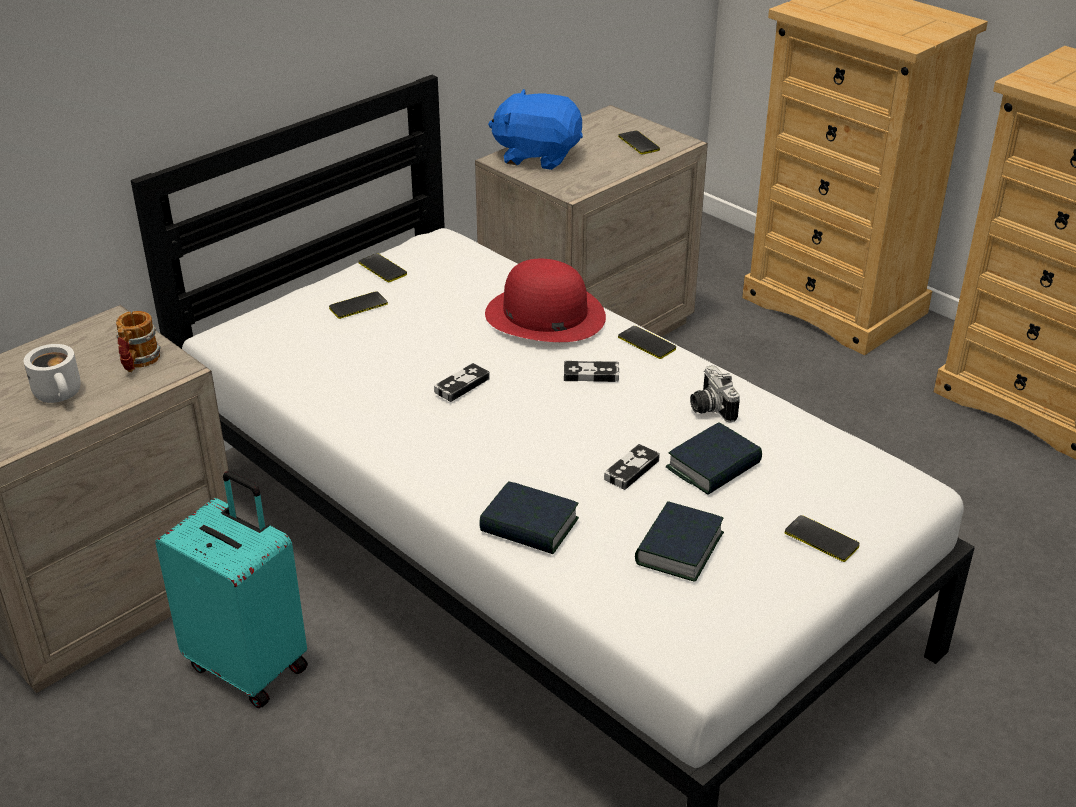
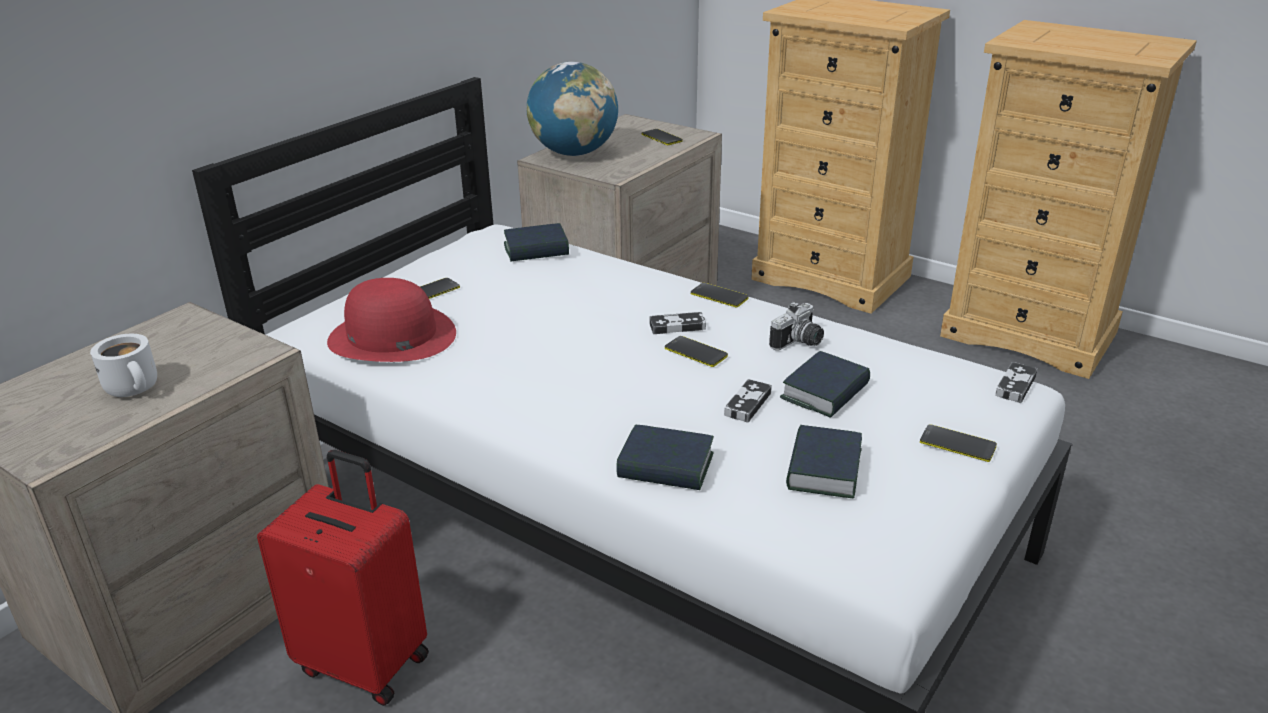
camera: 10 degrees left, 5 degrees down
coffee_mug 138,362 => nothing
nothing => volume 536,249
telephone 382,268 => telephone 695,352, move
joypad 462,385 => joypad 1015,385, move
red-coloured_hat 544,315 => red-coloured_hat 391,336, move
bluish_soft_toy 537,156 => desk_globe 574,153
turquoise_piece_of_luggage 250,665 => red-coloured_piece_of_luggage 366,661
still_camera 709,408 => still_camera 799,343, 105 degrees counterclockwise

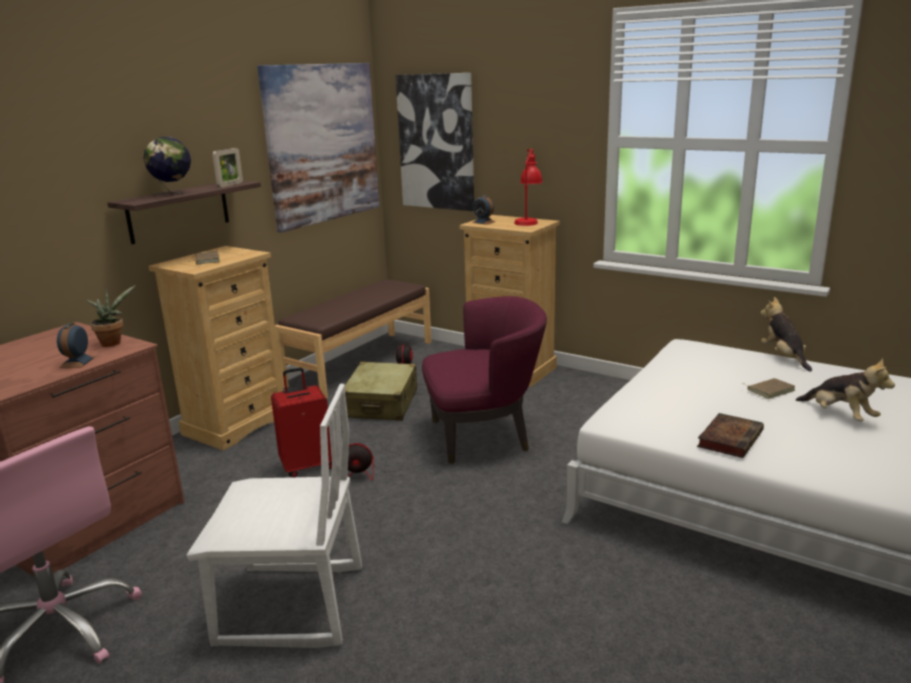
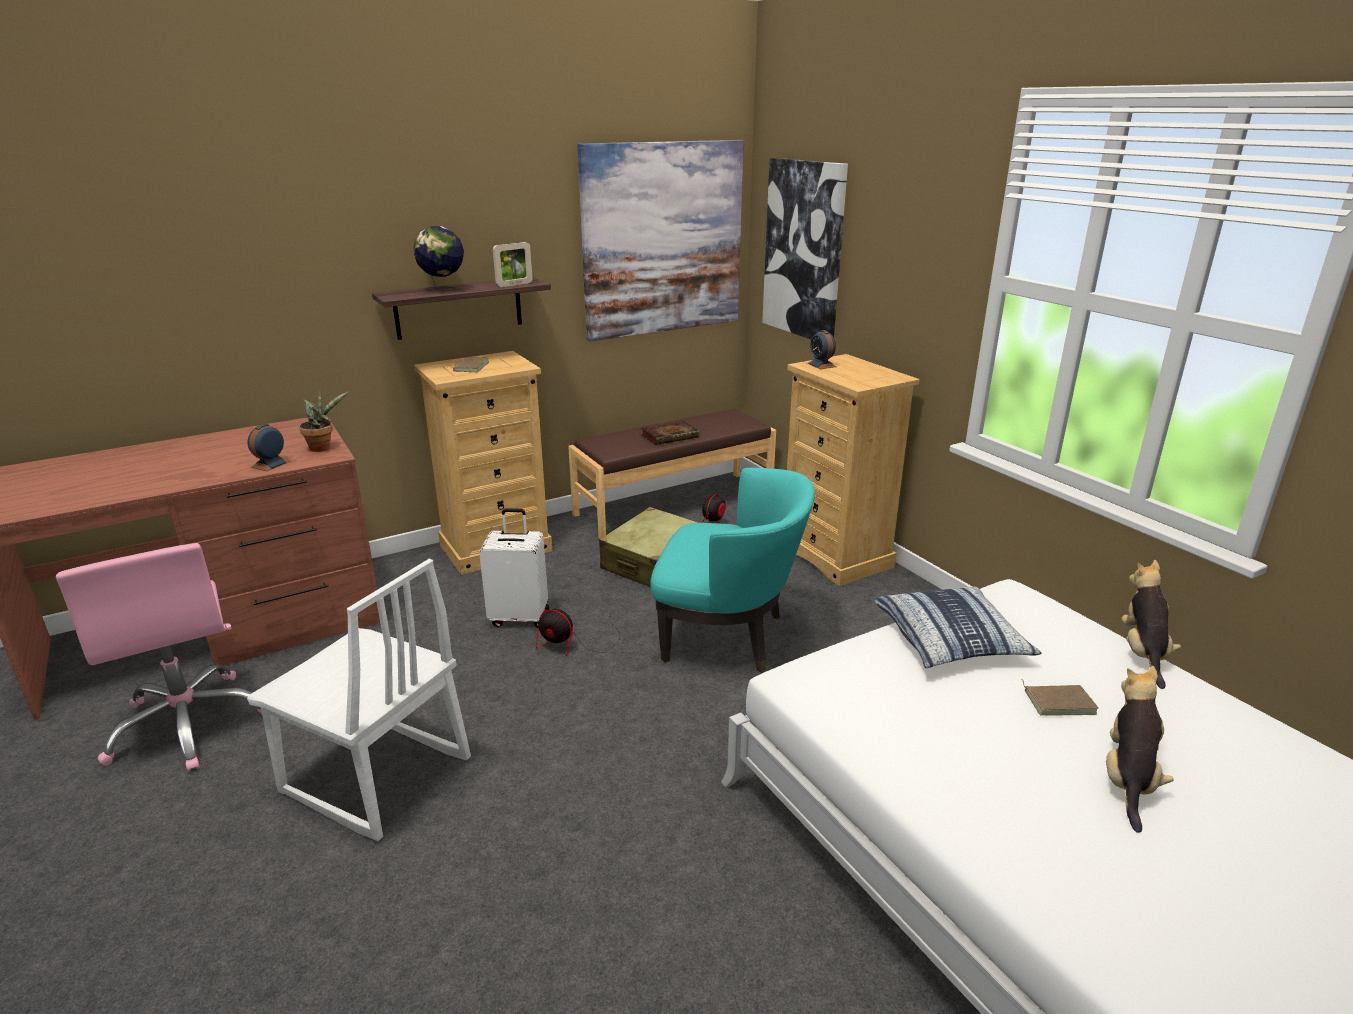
camera: 25 degrees right, 5 degrees up
red-coloured_table_lamp 528,221 => nothing
nothing => throw_pillow 950,640
volume 730,438 => volume 671,436, move
red-coloured_piece_of_luggage 307,466 => white_piece_of_luggage 520,617
purple_easy_chair 484,436 => turquoise_easy_chair 729,637
soft_toy 840,416 => soft_toy 1128,779, 150 degrees counterclockwise

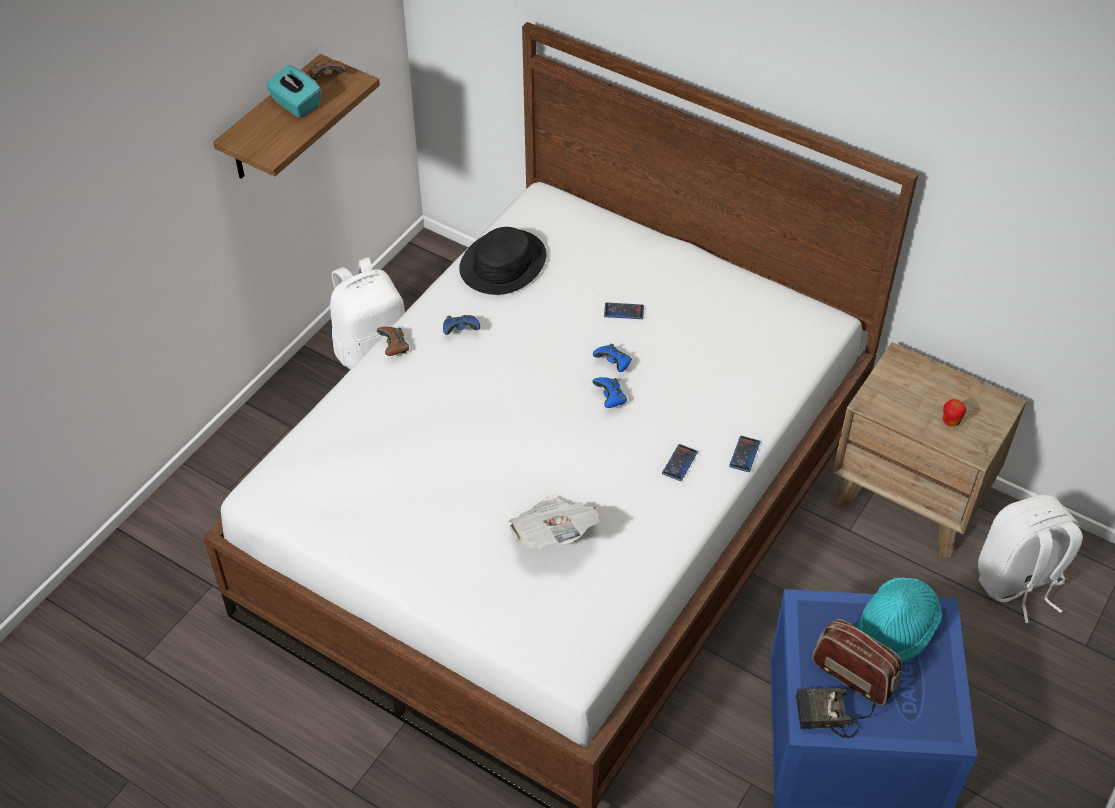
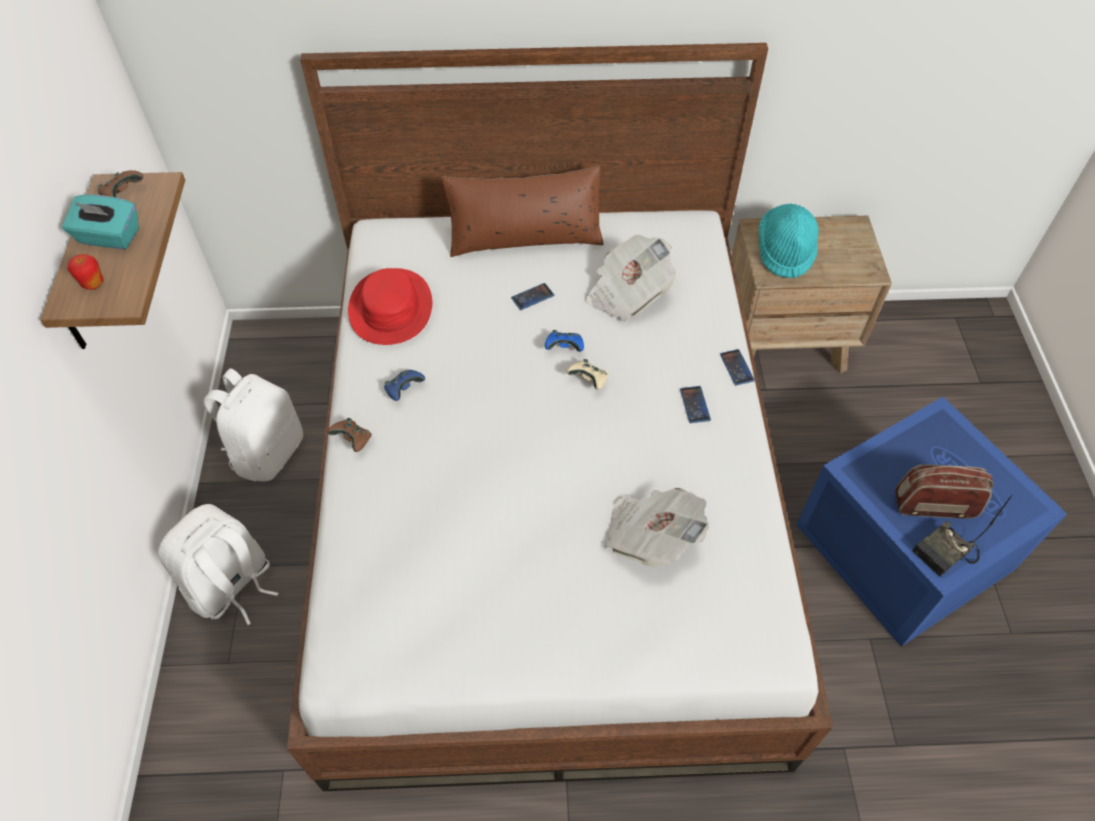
camera: 35 degrees left, 5 degrees up
nothing => brown-coloured_throw_pillow 525,237
nothing => newspaper 627,293
turquoise_hat 895,630 => turquoise_hat 785,251, move
apple 950,421 => apple 93,284, move
white_knapsack 1018,582 => white_knapsack 231,586, move
black-coloured_hat 502,263 => red-coloured_hat 390,308
bluish_joypad 610,399 => beige-coloured_joypad 589,380

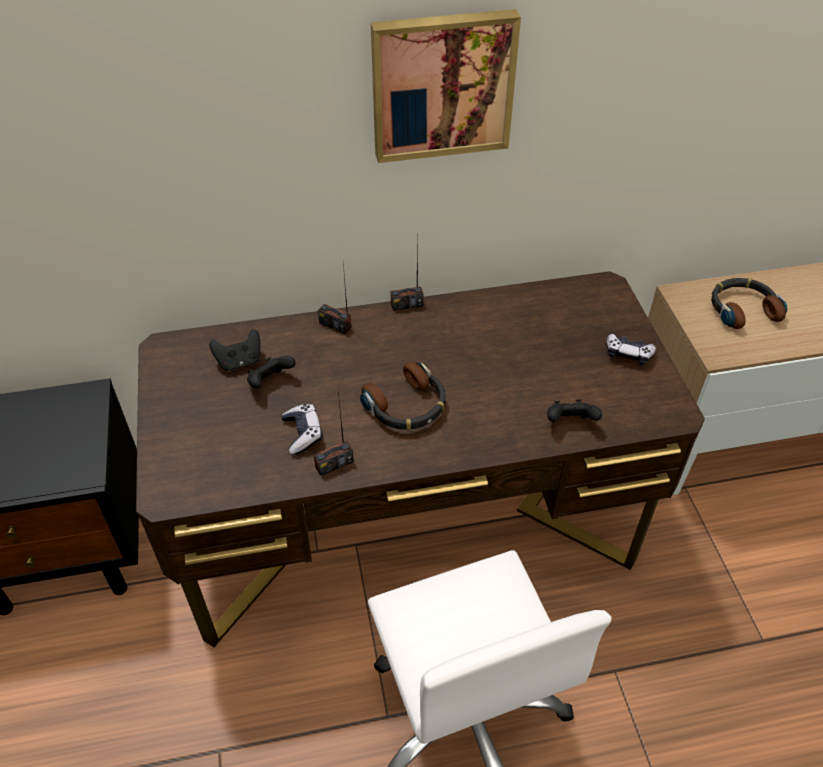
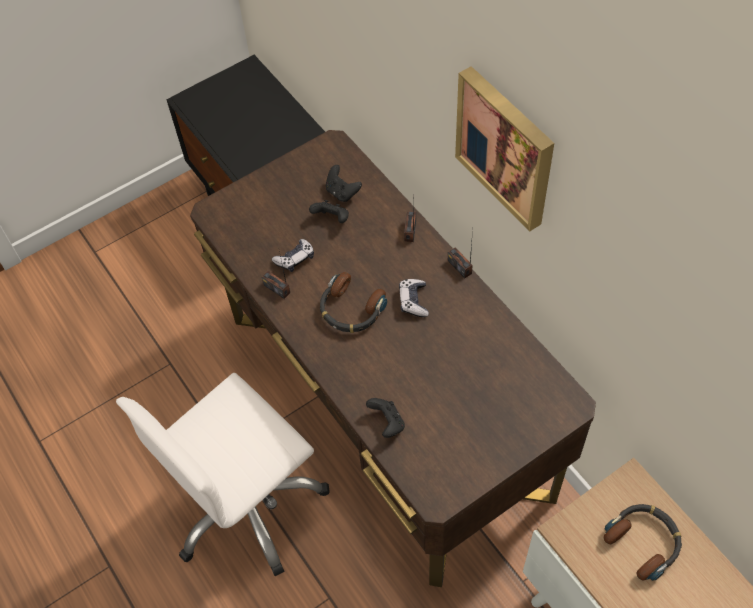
camera: 70 degrees right, 10 degrees up
joypad 628,354 => joypad 413,301, move

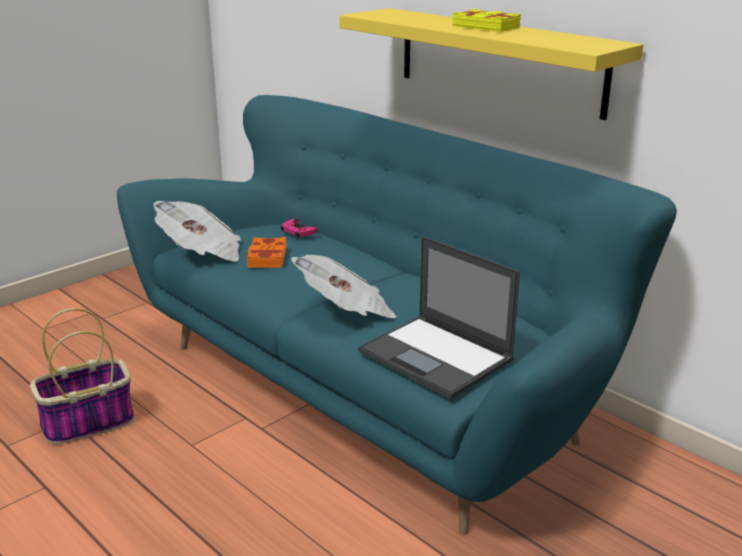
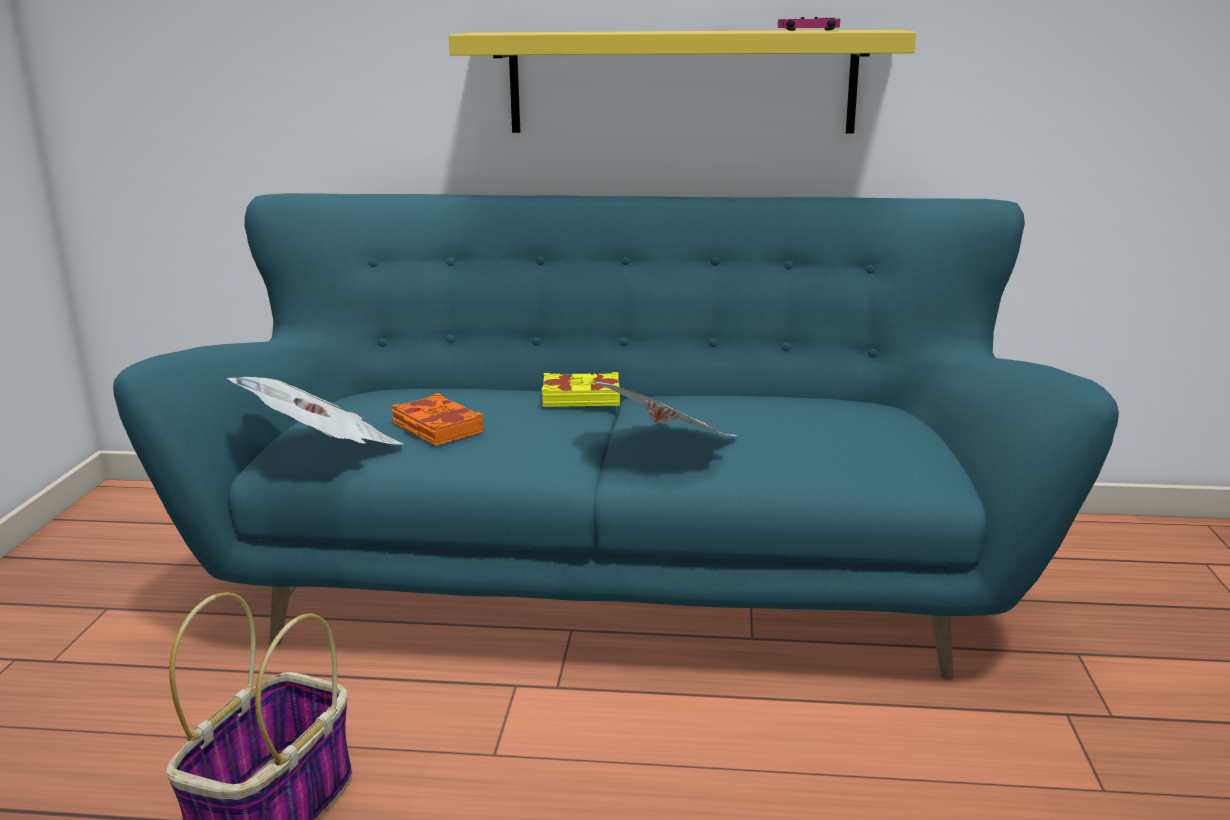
camera: 40 degrees left, 5 degrees down
portable_computer 437,356 => nothing
pink_joypad 298,231 => pink_joypad 809,30, move
yellow-coloured_volume 486,27 => yellow-coloured_volume 581,397, move

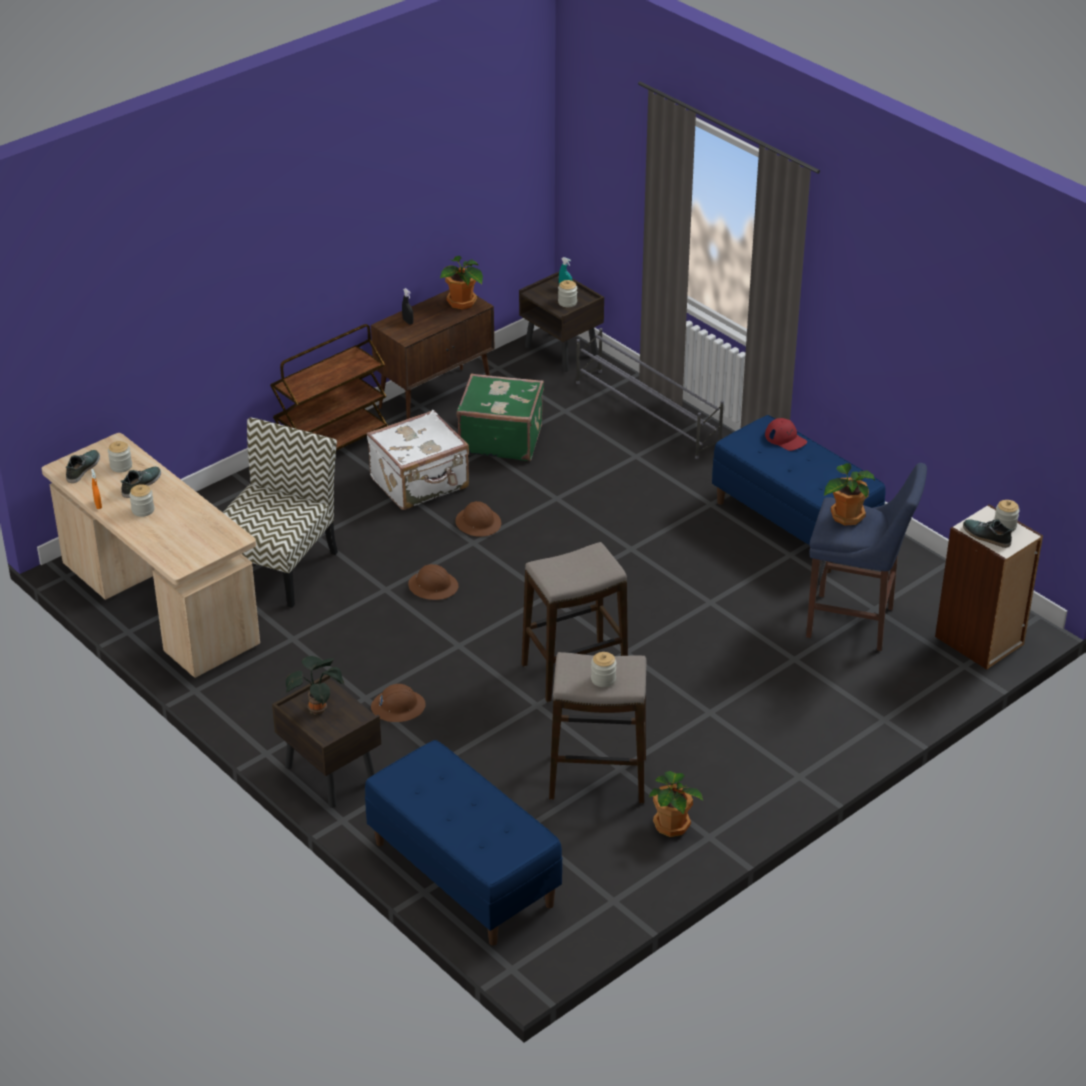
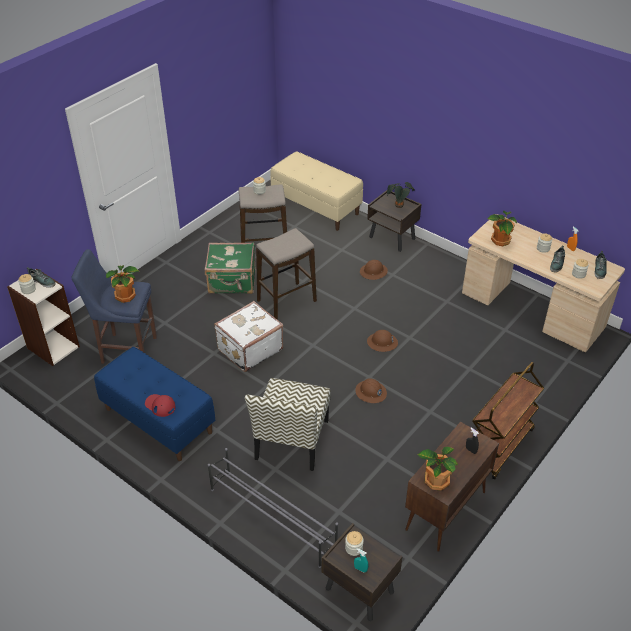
camera: 170 degrees right, 5 degrees up
plain_chair 278,567 => plain_chair 292,441, move
white_piece_of_luggage 420,484 => white_piece_of_luggage 249,349, move
greenish_piece_of_luggage 500,438 => greenish_piece_of_luggage 232,282, move
houseplant 672,824 => houseplant 500,241, move
bluish_long_seat 462,874 => beige-coloured_long_seat 316,207

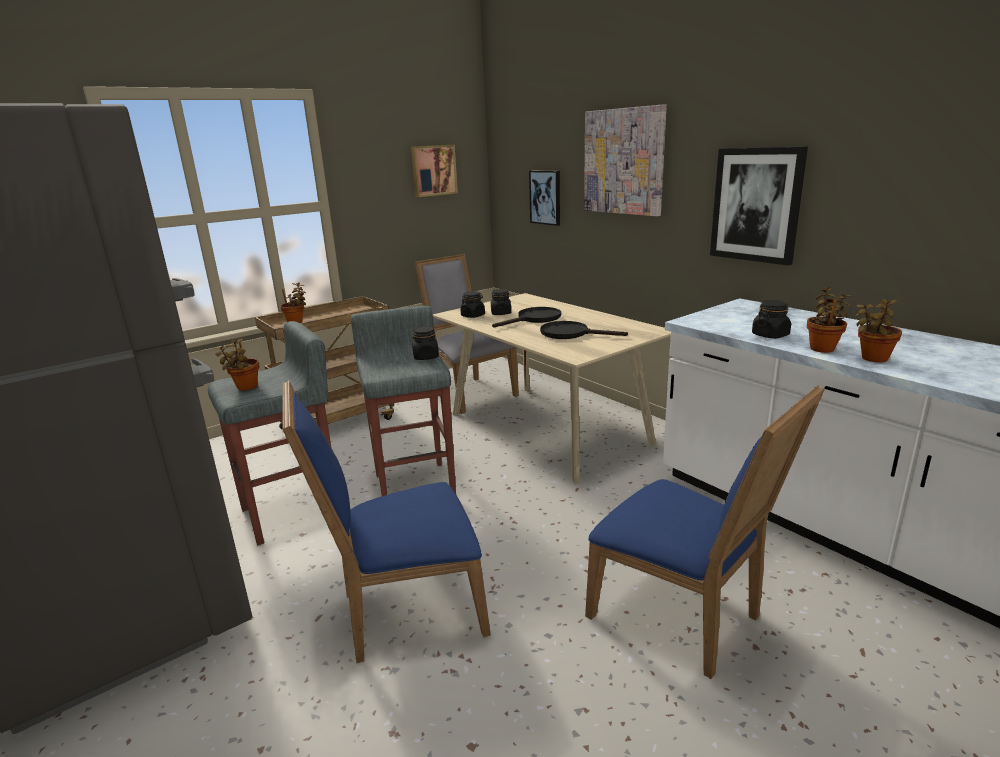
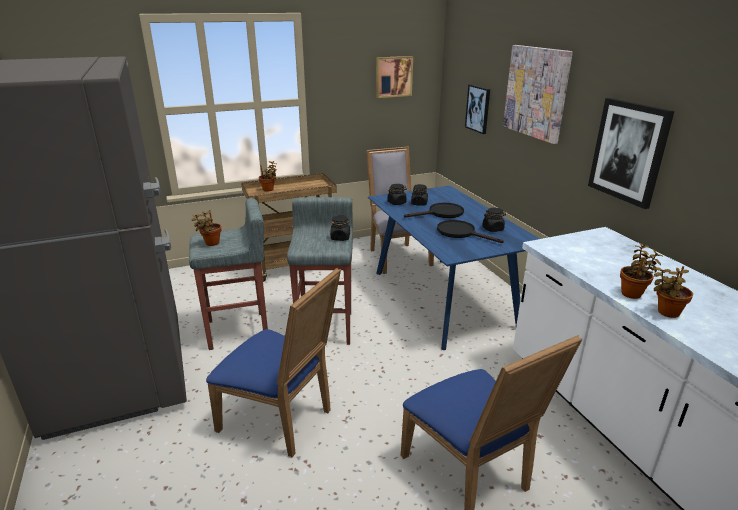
camera: 15 degrees right, 5 degrees up
black-coloured_storage_jar 770,335 => black-coloured_storage_jar 493,229, move
beige-coloured_kitchen_table 549,428 => bluish_kitchen_table 443,299
bluish_plain_chair 404,611 => bluish_plain_chair 281,420, 150 degrees counterclockwise

